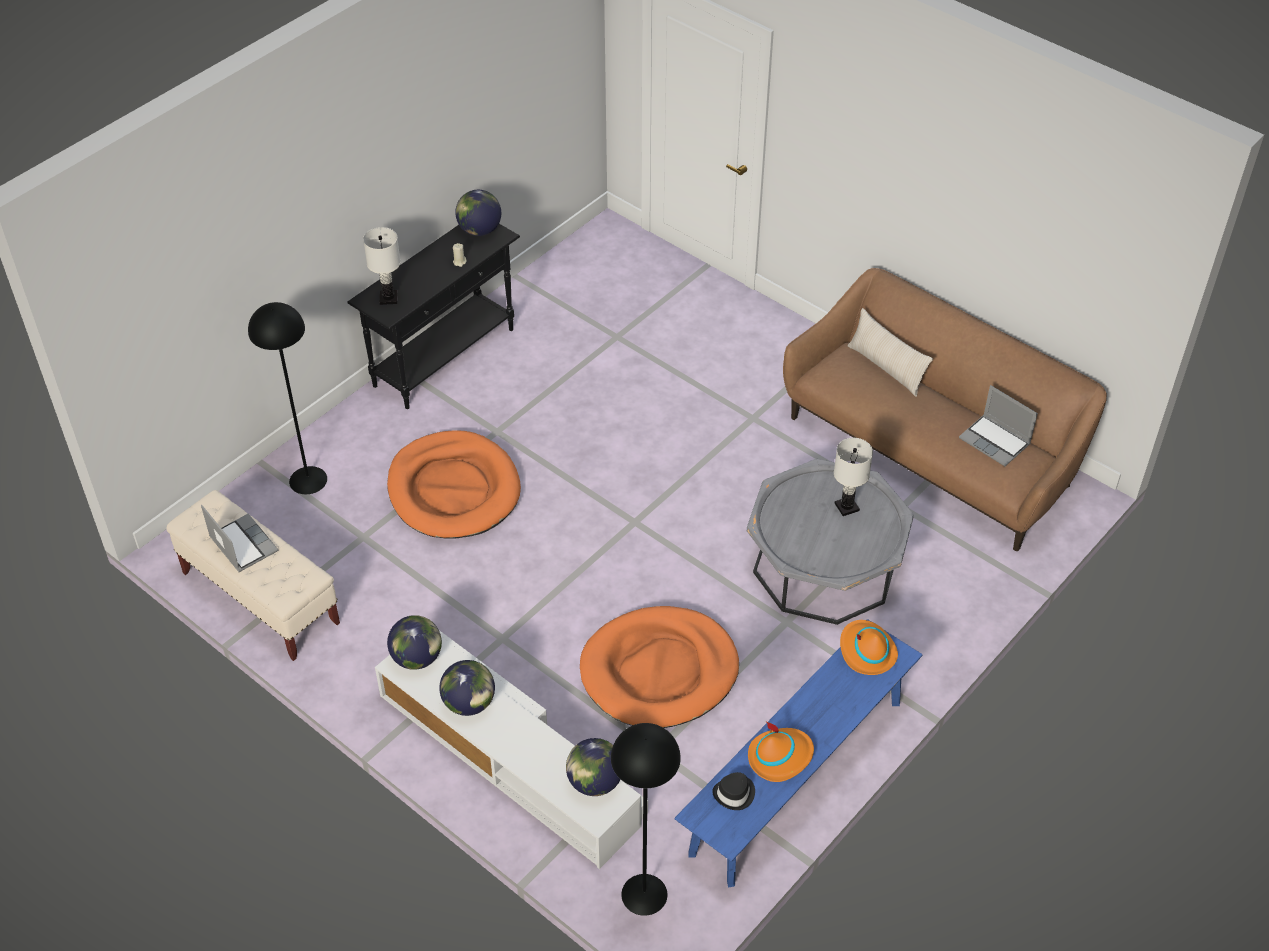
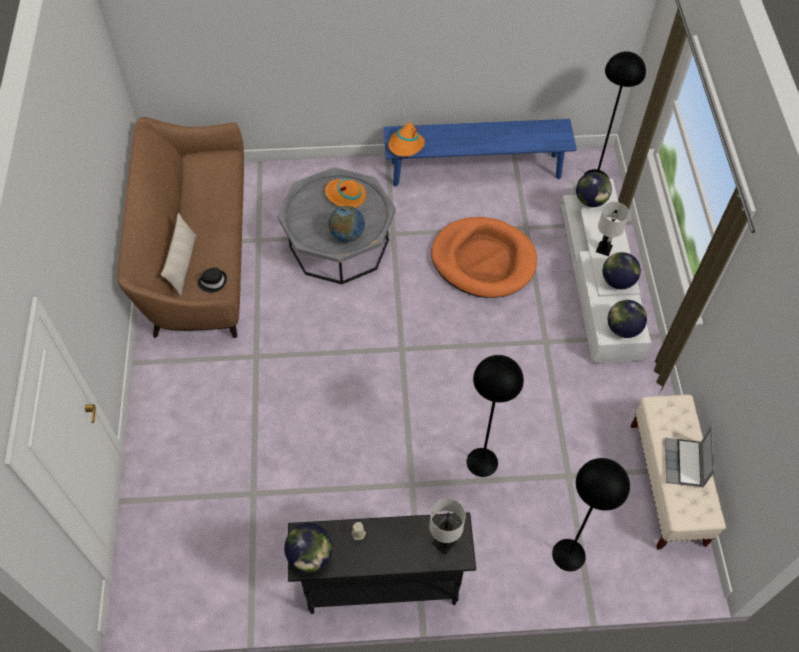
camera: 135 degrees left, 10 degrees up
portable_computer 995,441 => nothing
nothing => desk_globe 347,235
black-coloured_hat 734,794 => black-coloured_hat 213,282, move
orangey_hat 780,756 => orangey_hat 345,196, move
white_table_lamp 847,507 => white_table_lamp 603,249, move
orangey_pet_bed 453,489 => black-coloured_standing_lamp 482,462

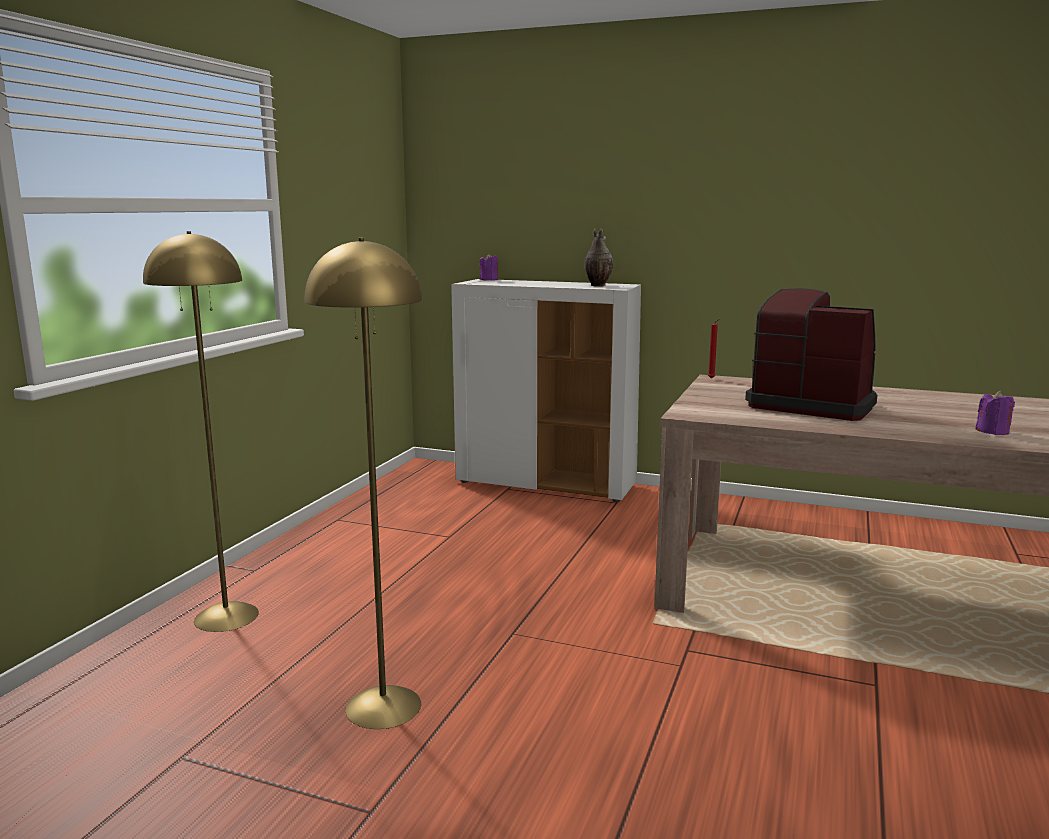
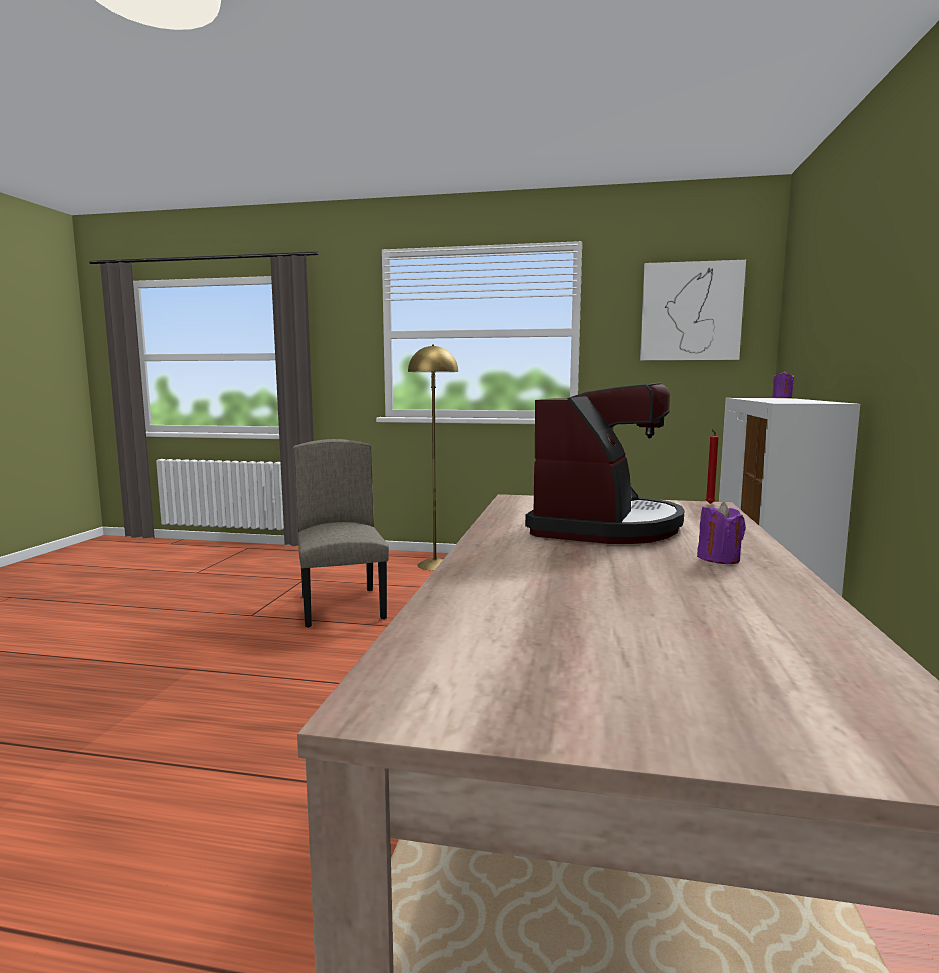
camera: 80 degrees right, 5 degrees down
flower_vase 597,285 => nothing
nothing => wall_art 690,311
purple_wax_candle 992,432 => purple_wax_candle 719,558, move
yellow-coloured_standing_lamp 383,706 => beige-coloured_plain_chair 343,606

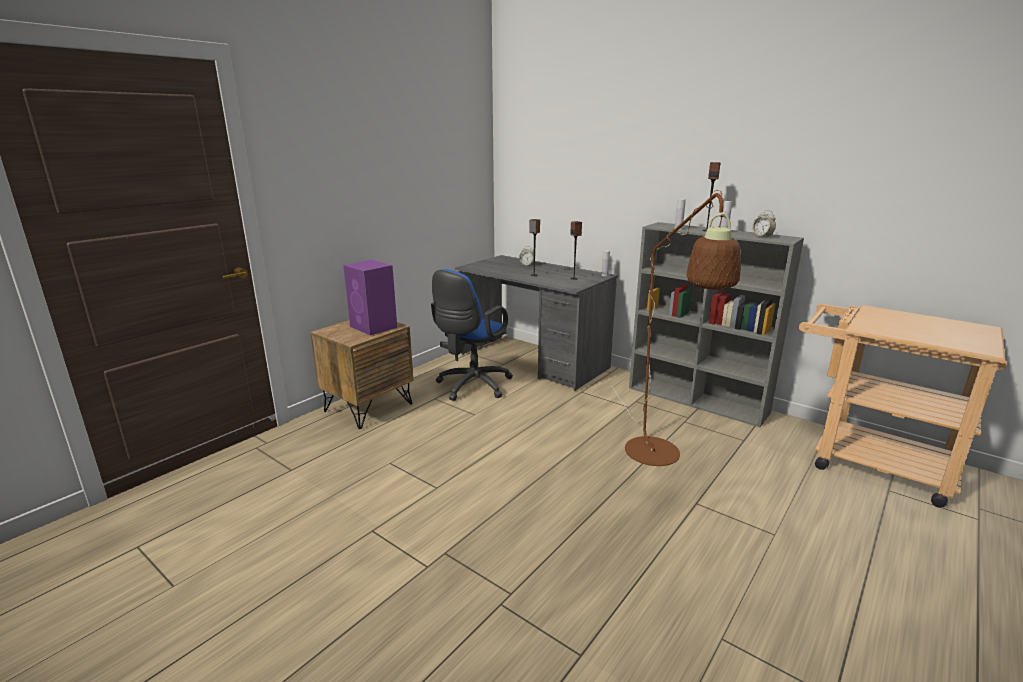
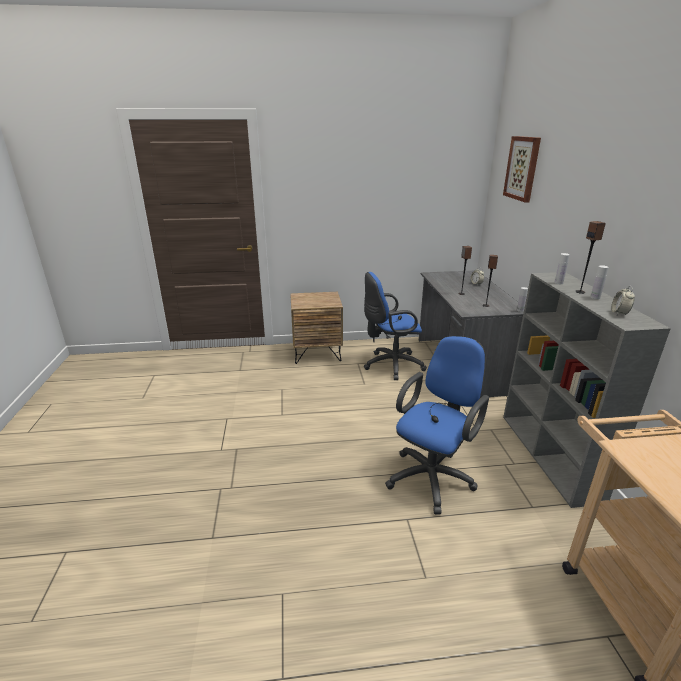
camera: 45 degrees right, 5 degrees up
purple_loudspeaker 374,327 => nothing
nothing => wall_art 522,168
brown-coloured_standing_lamp 657,459 => bluish_computer_chair 433,476

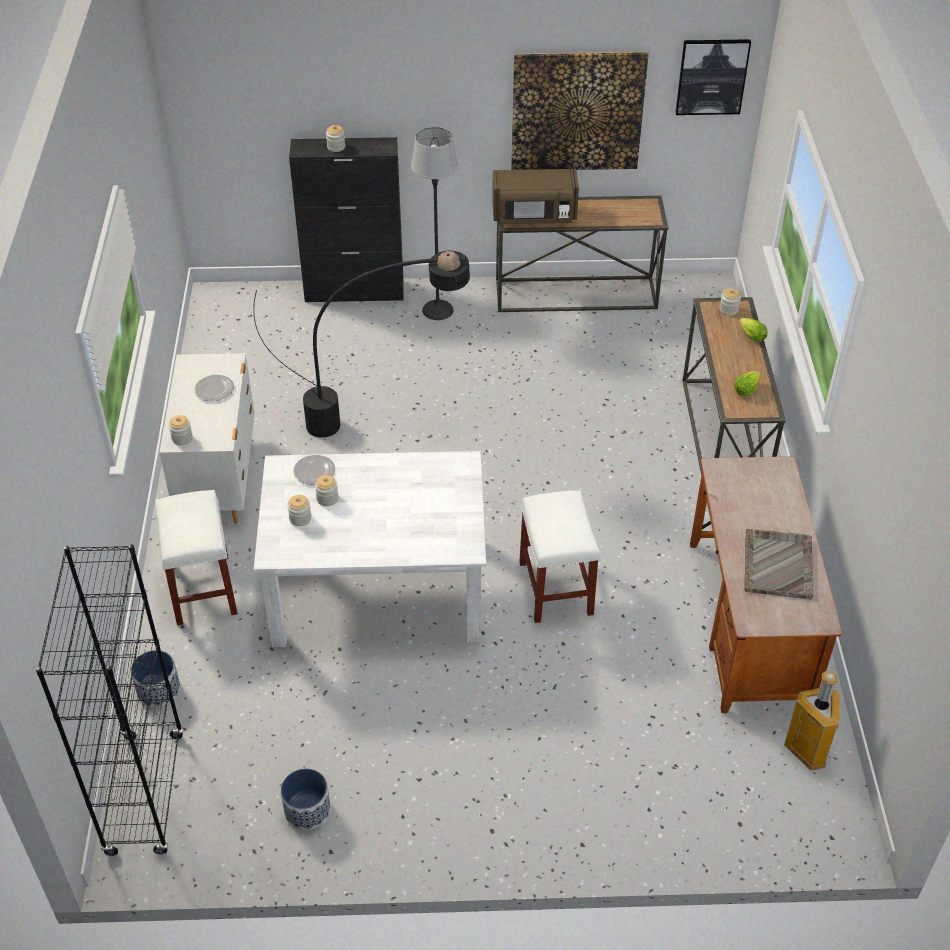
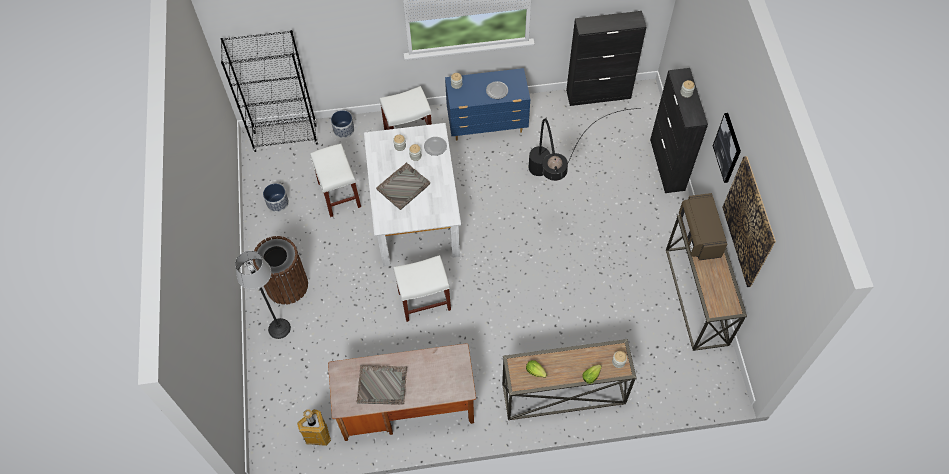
camera: 85 degrees right, 15 degrees up
nothing => brown-coloured_rubbish_bin 287,285
nothing => white_stool 339,194
nothing => grey_tray 404,186
nothing => black-coloured_cabinet 599,94
standing_lamp 437,310 => standing_lamp 279,328, move
wall_art 712,76 => wall_art 728,148, move
white_dresser 219,479 => bluish_dresser 487,126

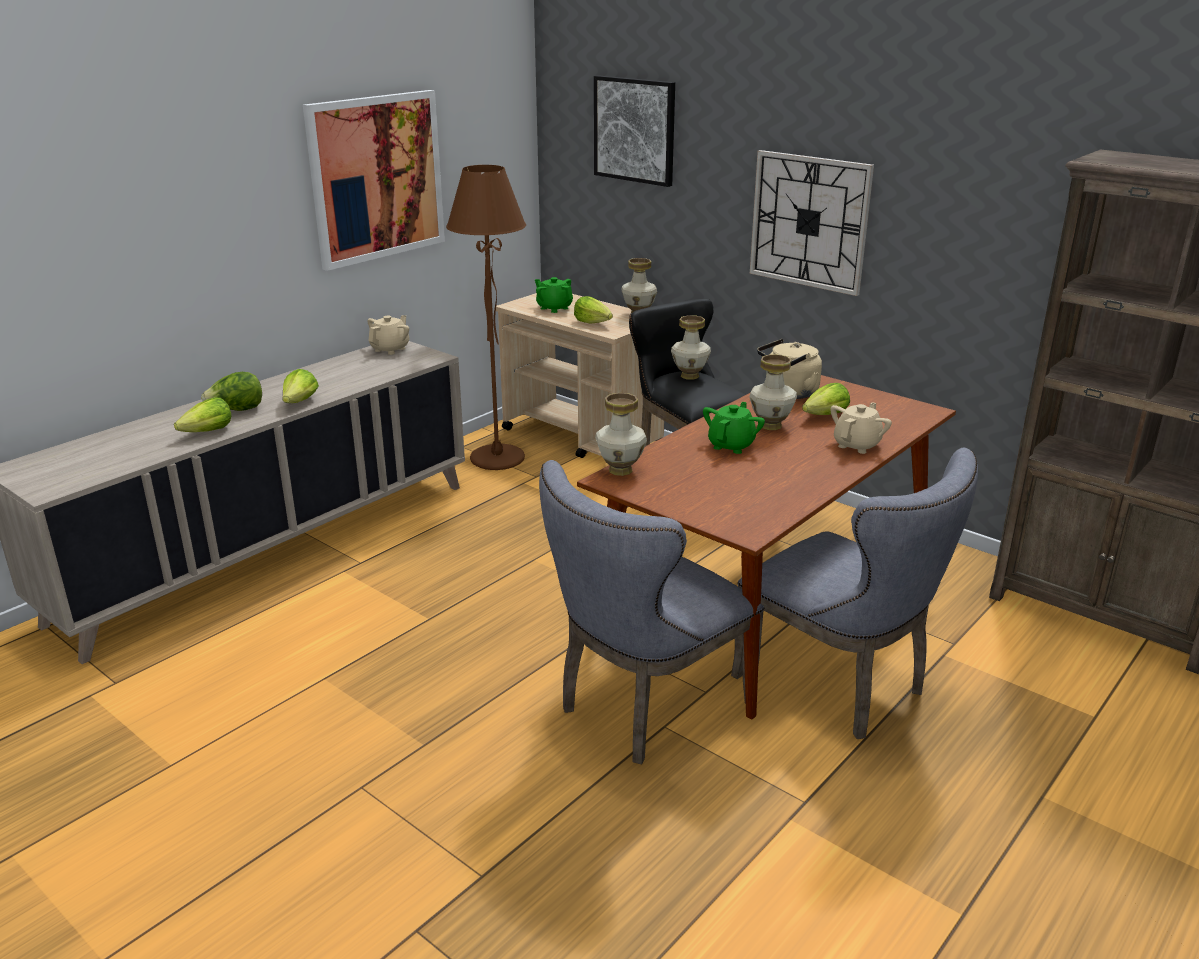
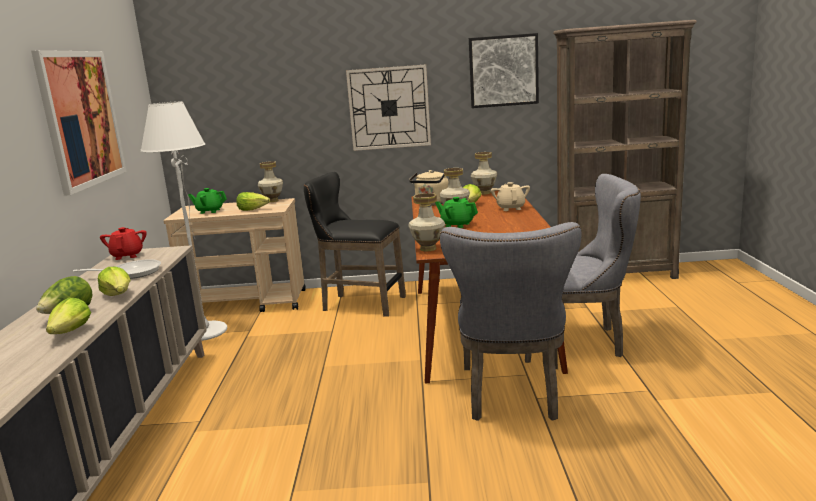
camera: 40 degrees left, 10 degrees down
nothing => skillet 131,273
wall_art 635,130 => wall_art 503,71, move
flower_vase 689,376 => flower_vase 484,193, move
beige-coloured_pot_for_tea 390,349 => red-coloured_pot_for_tea 127,256
brown-coloured_standing_lamp 497,458 => white_standing_lamp 205,332
greenish_pot_for_tea 731,445 => greenish_pot_for_tea 457,225, 45 degrees counterclockwise

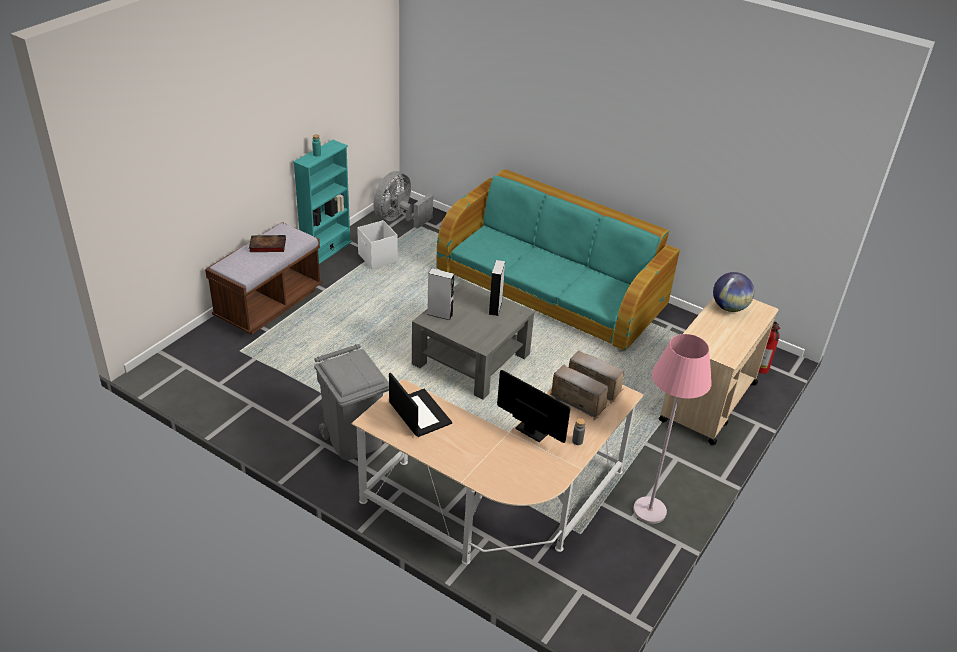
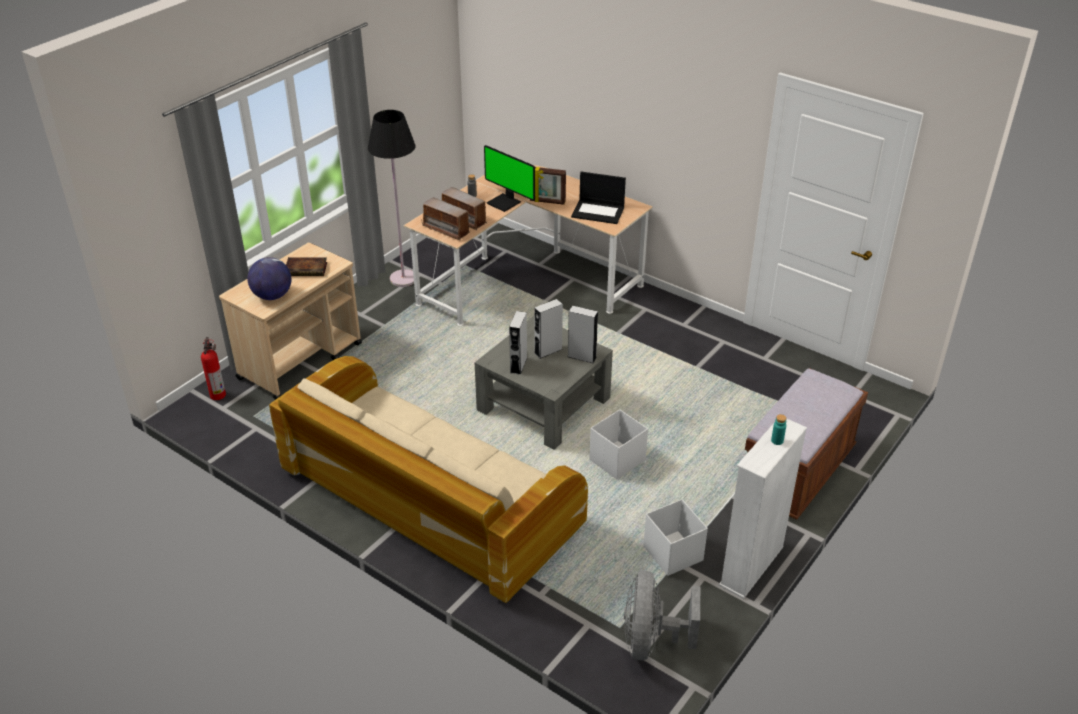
camera: 175 degrees left, 0 degrees up
grey_rubbish_bin 354,439 => nothing
nothing => picture_frame 547,202
nothing => grey_loudspeaker 548,351
nothing => white_storage_bin 616,460
volume 266,246 => volume 307,269, move
turquoise_bookshelf 326,251 => white_bookshelf 751,566
turquoise_settee 551,289 => beige-coloured_settee 428,500
pink_standing_lamp 649,511 => black-coloured_standing_lamp 403,279
grey_cooling_fan 399,219 => grey_cooling_fan 651,641, 150 degrees clockwise
portable_computer 419,413 => portable_computer 598,212, 45 degrees counterclockwise

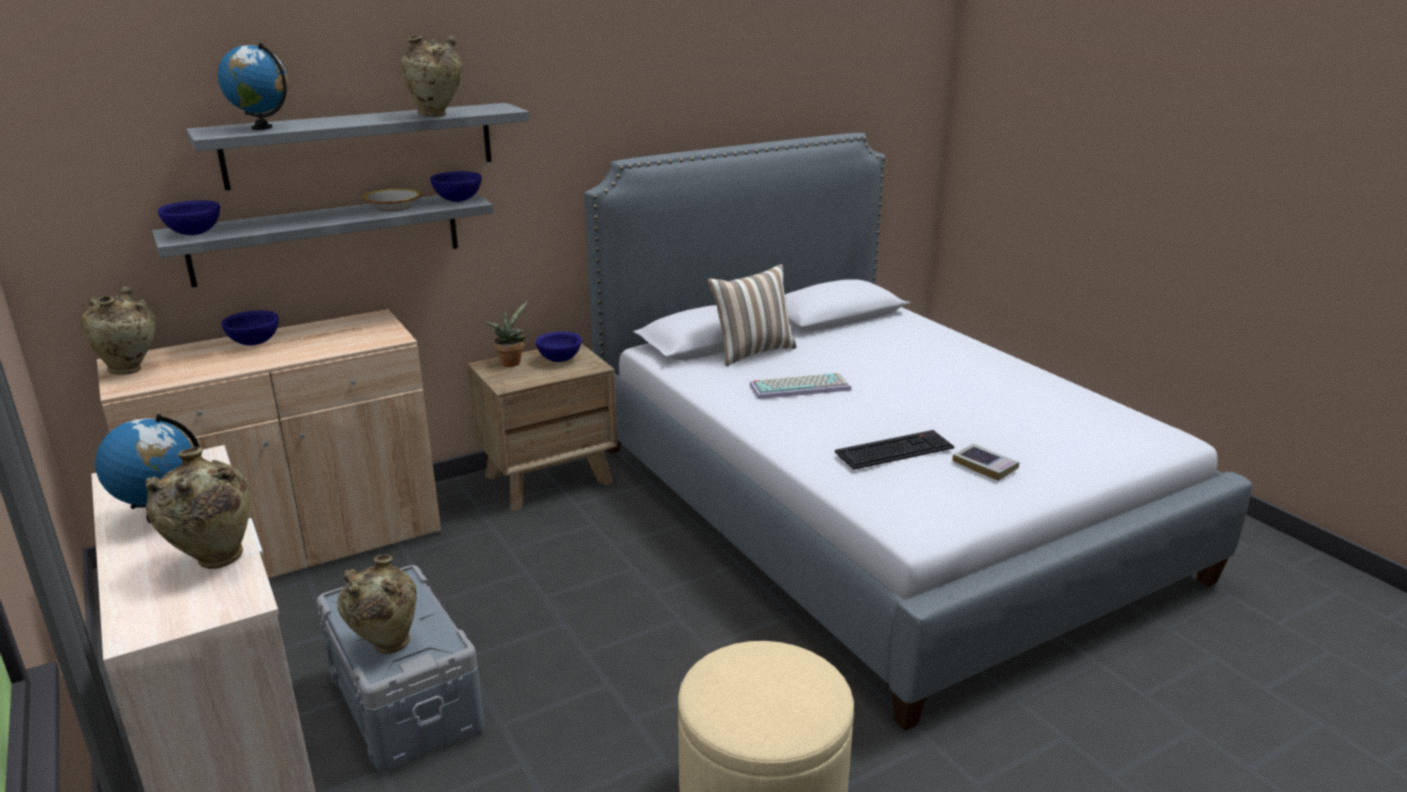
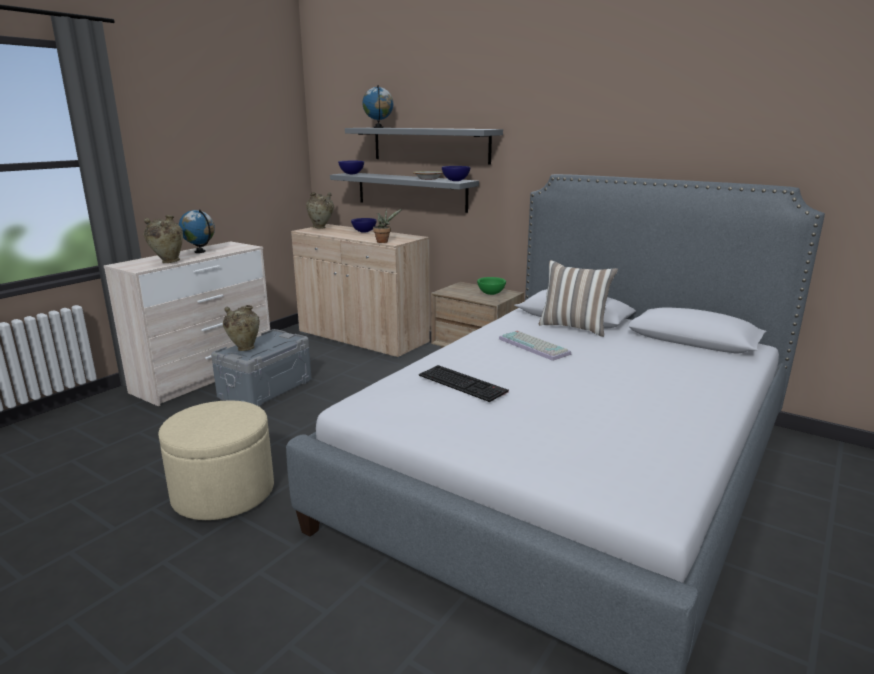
camera: 65 degrees right, 5 degrees down
beige-coloured_flower_vase 437,115 => nothing
volume 985,466 => nothing
houseplant 511,362 => houseplant 384,241, move
bluish_bowl 559,360 => greenish_bowl 490,294

